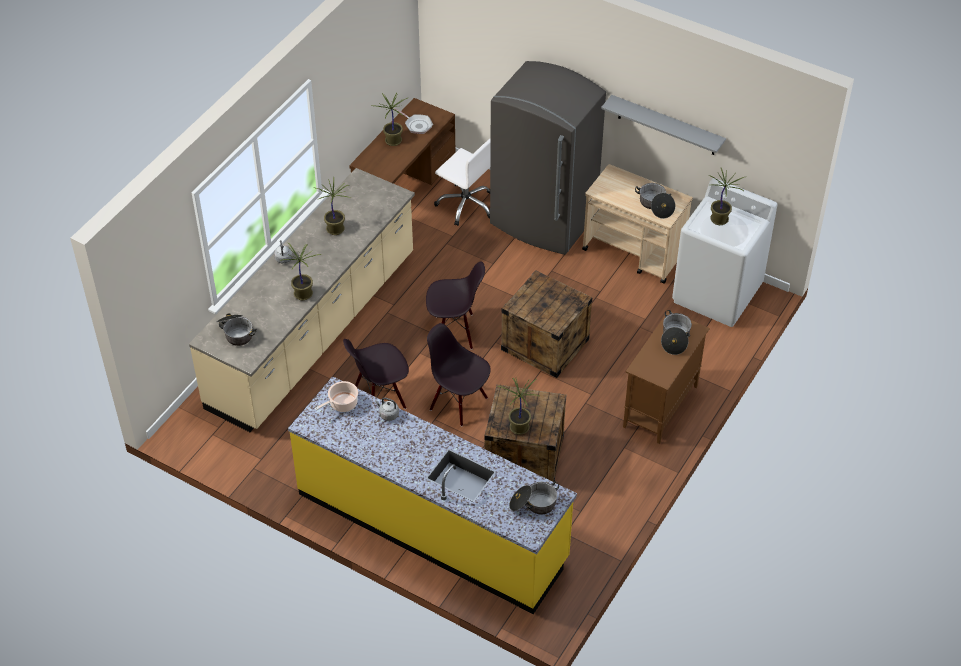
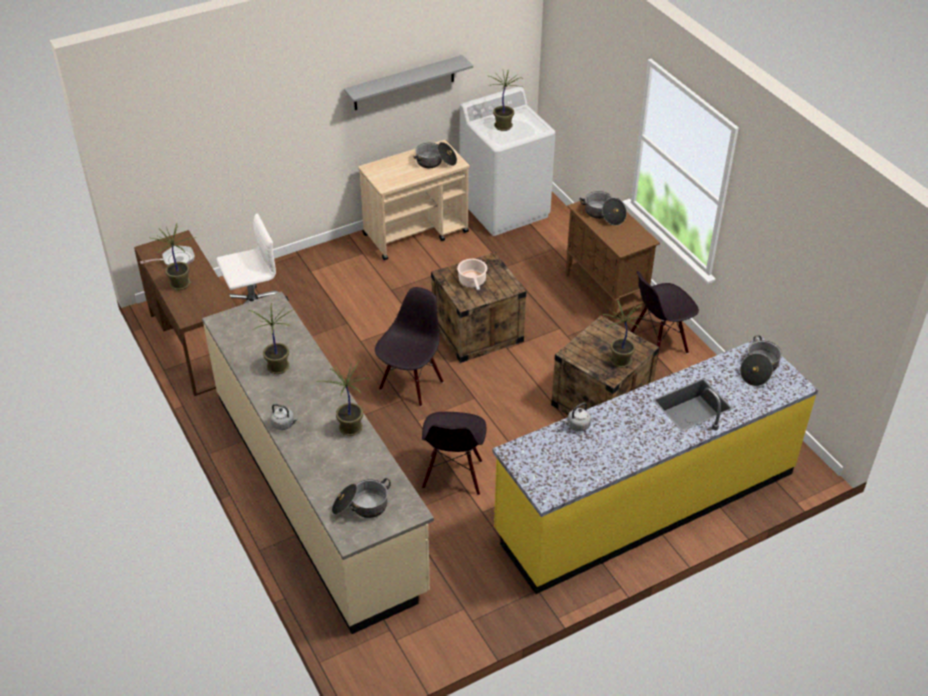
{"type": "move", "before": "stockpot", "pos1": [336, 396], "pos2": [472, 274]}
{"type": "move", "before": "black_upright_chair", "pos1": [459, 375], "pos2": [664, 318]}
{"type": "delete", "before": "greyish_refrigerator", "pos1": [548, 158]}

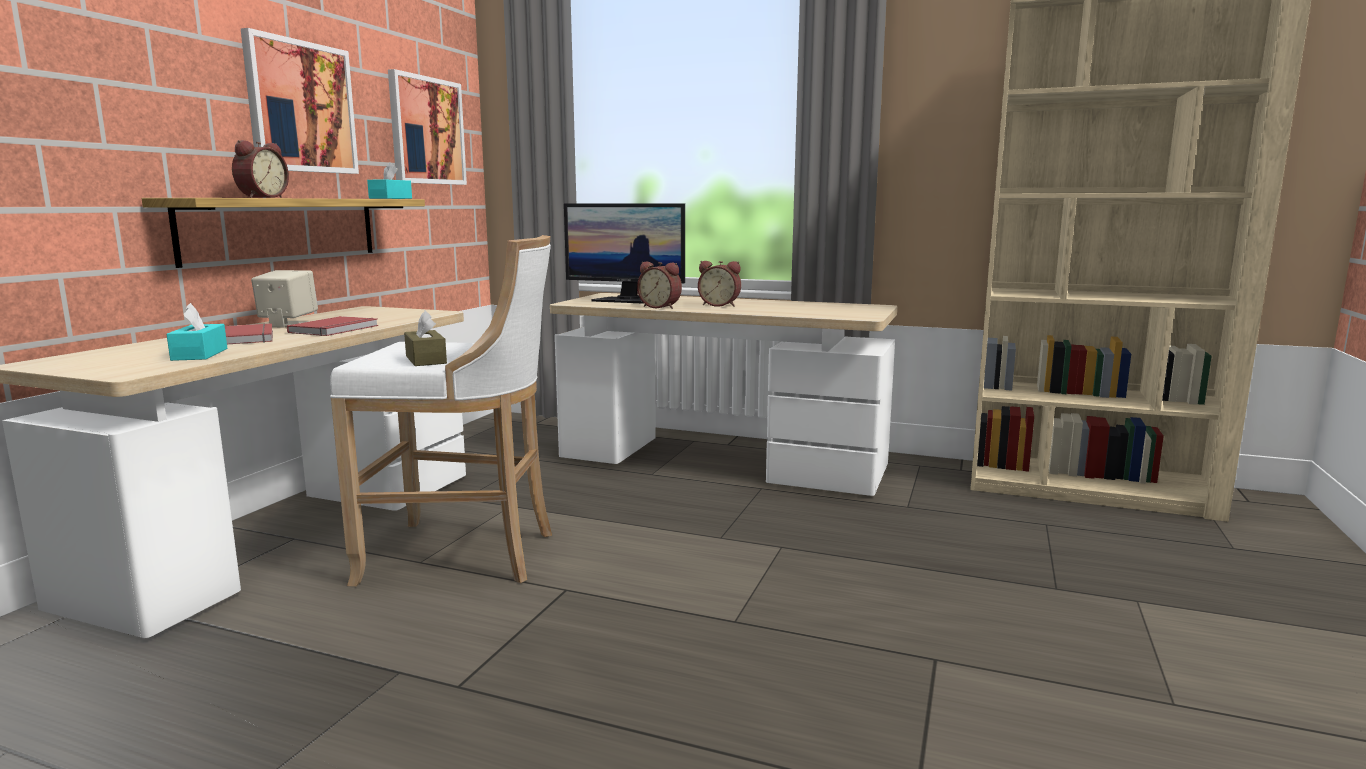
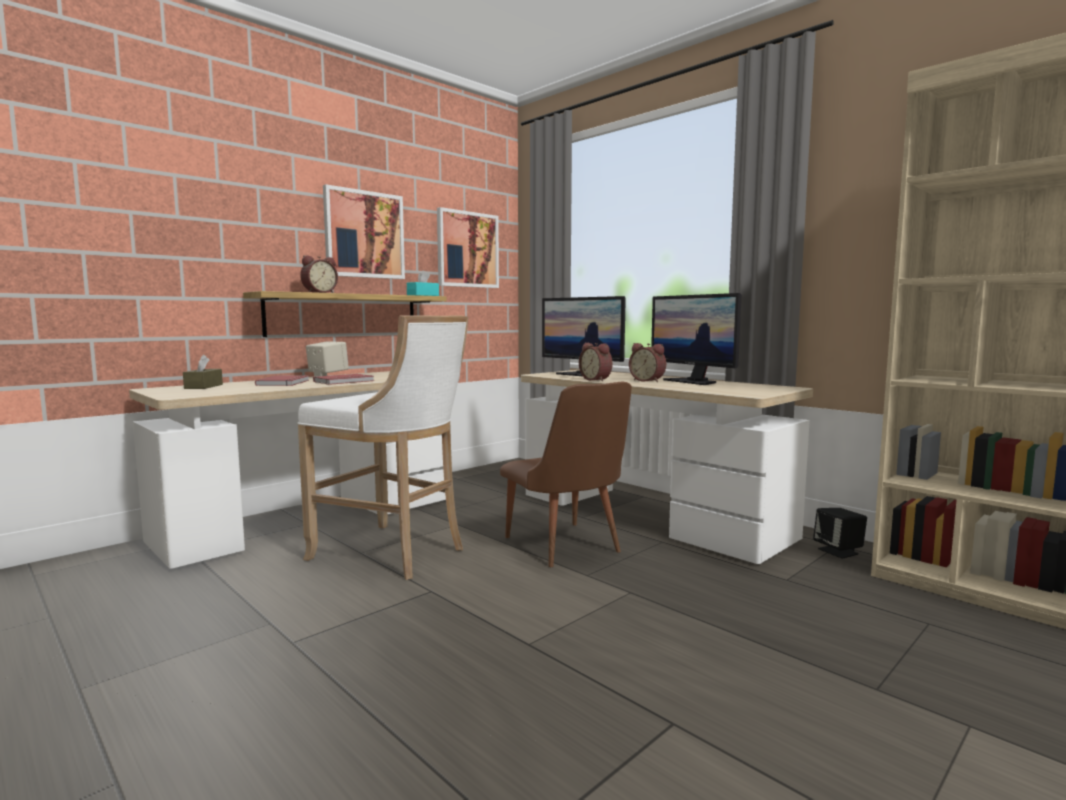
{"type": "delete", "before": "blue-green_tissue_holder", "pos1": [196, 332]}
{"type": "move", "before": "brown-coloured_tissue_holder", "pos1": [425, 338], "pos2": [203, 372]}
{"type": "insert", "after": "brown-coloured_upright_chair", "pos2": [566, 474]}
{"type": "insert", "after": "monitor", "pos2": [696, 339]}
{"type": "insert", "after": "black_loudspeaker", "pos2": [840, 533]}

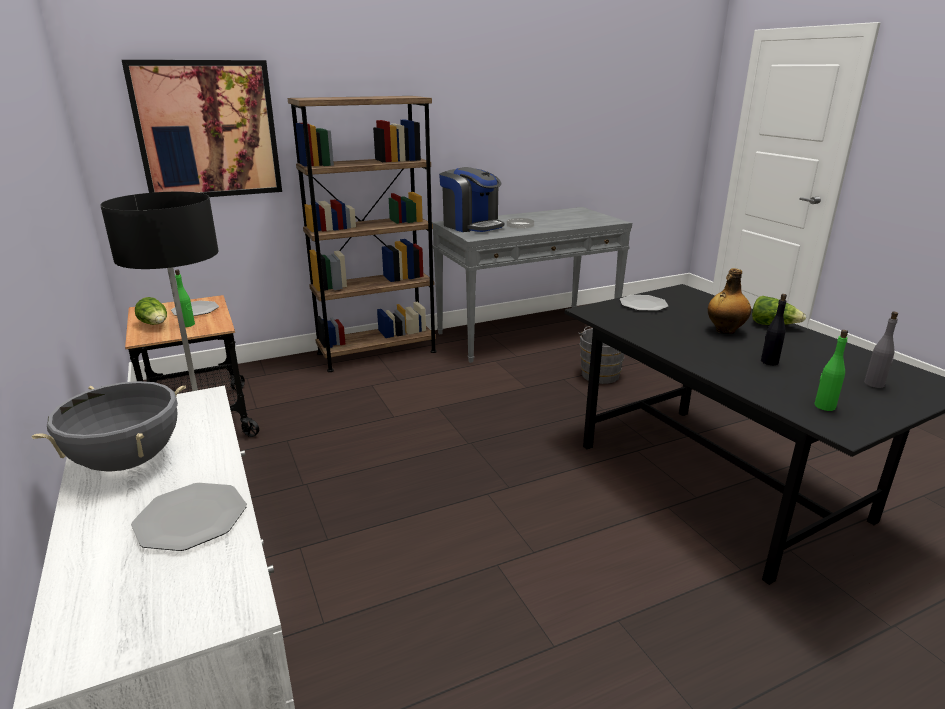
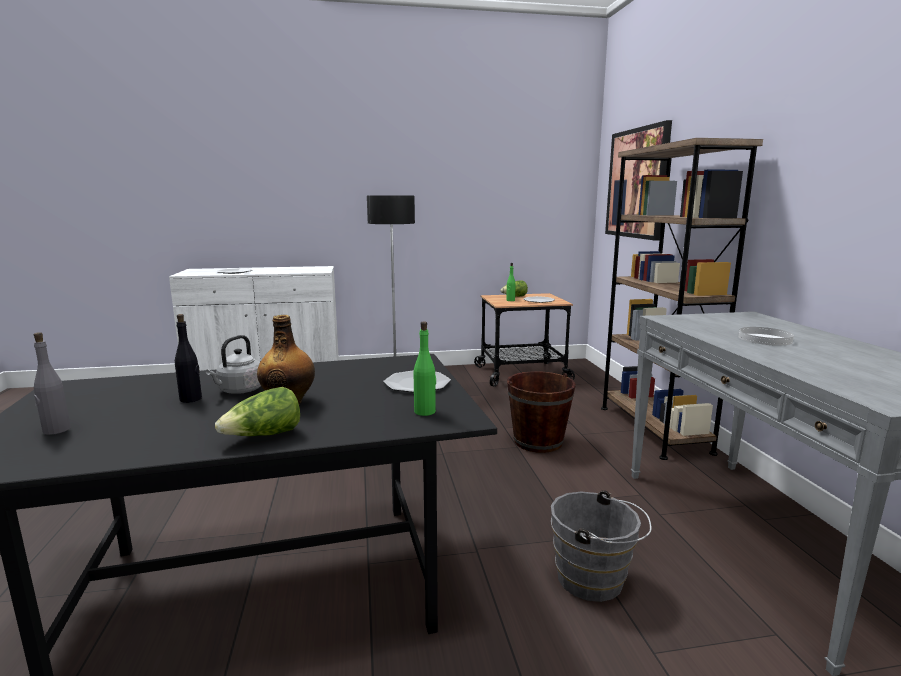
{"type": "delete", "before": "greyish_stockpot", "pos1": [108, 426]}
{"type": "delete", "before": "coffee_maker", "pos1": [471, 199]}
{"type": "move", "before": "greenish_beverage_bottle", "pos1": [831, 370], "pos2": [425, 368]}
{"type": "insert", "after": "greyish_kettle", "pos2": [233, 364]}
{"type": "insert", "after": "brown-coloured_water_bucket", "pos2": [541, 412]}

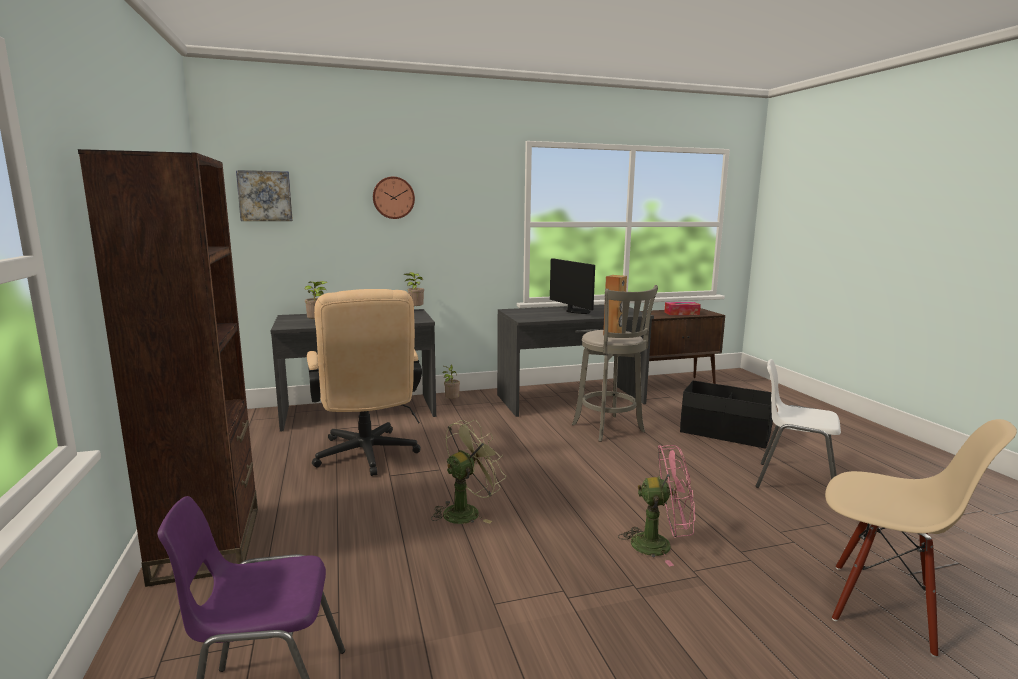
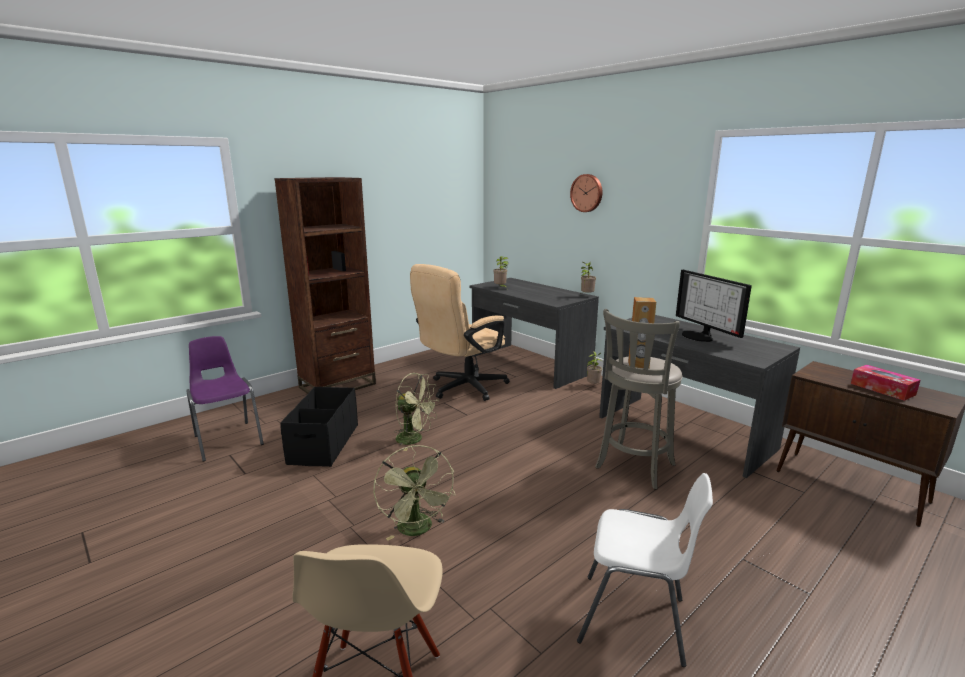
{"type": "delete", "before": "wall_art", "pos1": [264, 195]}
{"type": "rotate", "before": "monitor", "pos1": [572, 286], "pos2": [714, 306], "turn": 120}
{"type": "recolor", "before": "pinkish_electric_fan", "after": "greenish_electric_fan", "pos1": [656, 506], "pos2": [414, 492]}
{"type": "move", "before": "black_storage_box", "pos1": [726, 415], "pos2": [319, 427]}
{"type": "rotate", "before": "whitish_upright_chair", "pos1": [798, 423], "pos2": [645, 570], "turn": 105}

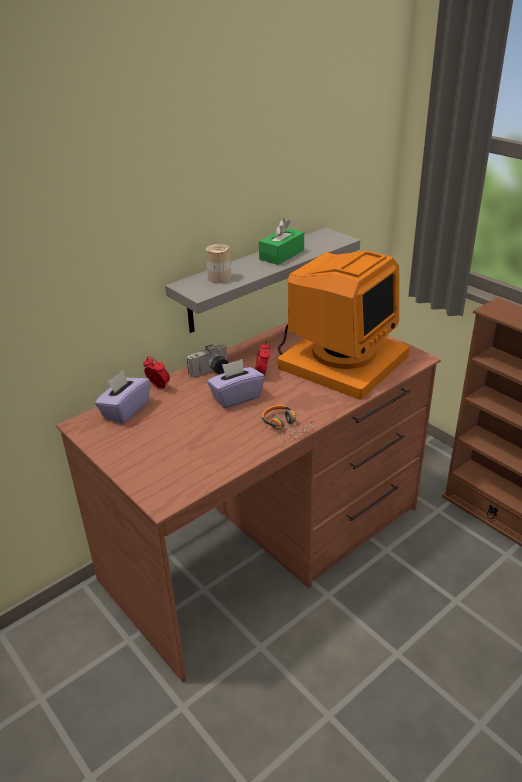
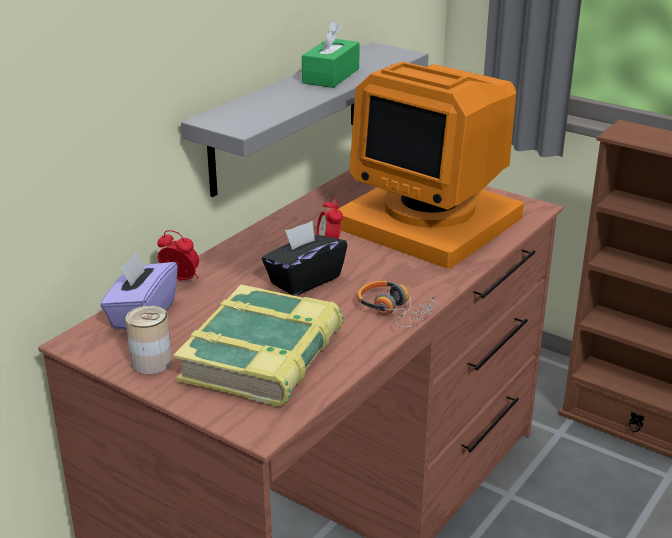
{"type": "delete", "before": "photo_camera", "pos1": [208, 360]}
{"type": "move", "before": "sealed_can", "pos1": [218, 263], "pos2": [148, 340]}
{"type": "recolor", "before": "purplish_tissue_holder", "after": "black_tissue_holder", "pos1": [236, 383], "pos2": [304, 258]}
{"type": "rotate", "before": "monitor", "pos1": [343, 325], "pos2": [431, 165], "turn": 105}
{"type": "insert", "after": "volume", "pos2": [259, 346]}

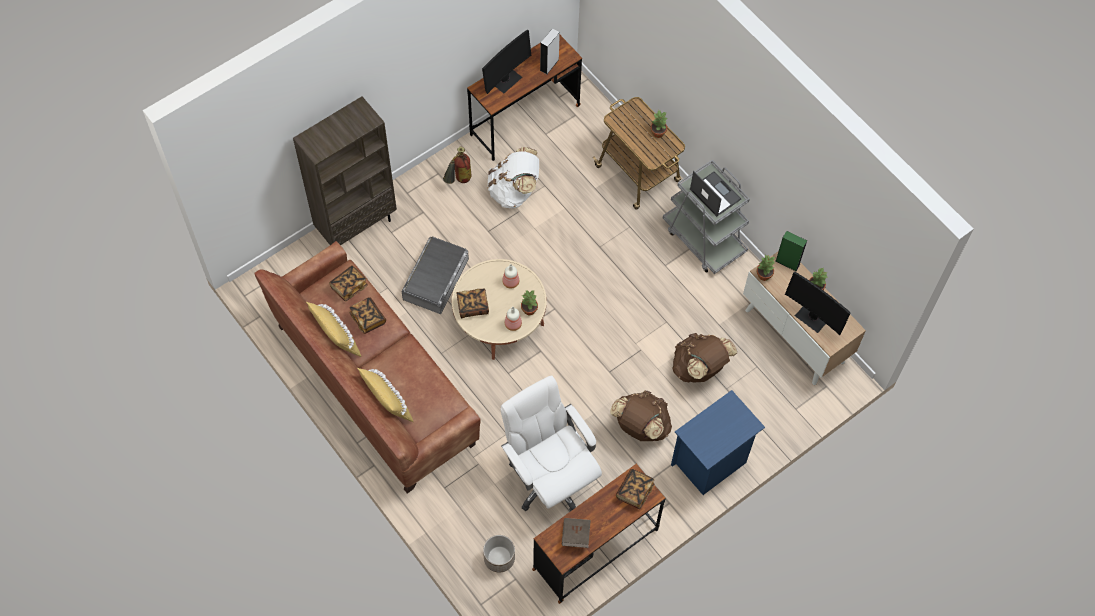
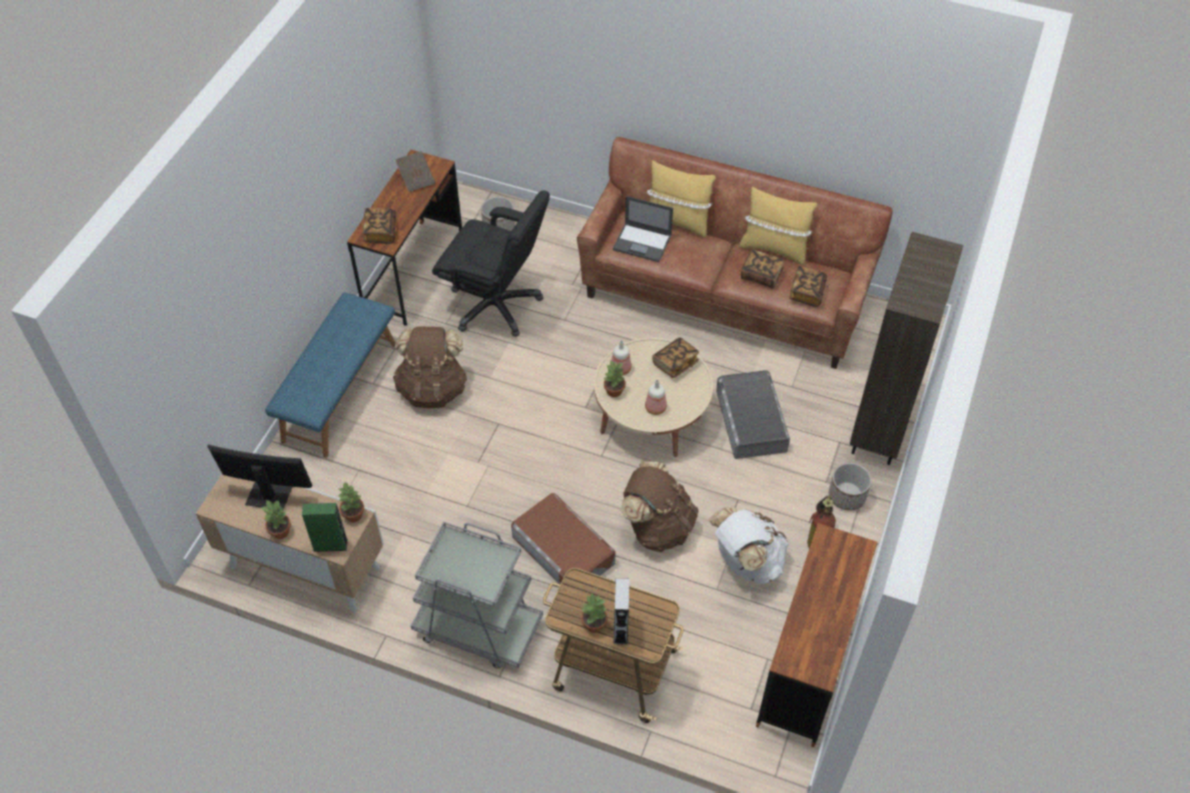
{"type": "delete", "before": "monitor", "pos1": [506, 62]}
{"type": "recolor", "before": "whitish_desk_chair", "after": "black_desk_chair", "pos1": [551, 443], "pos2": [491, 263]}
{"type": "move", "before": "greyish_loudspeaker", "pos1": [550, 51], "pos2": [621, 611]}
{"type": "replace", "before": "blue_nightstand", "after": "blue_long_seat", "pos1": [718, 442], "pos2": [330, 375]}
{"type": "move", "before": "brown-coloured_backpack", "pos1": [704, 357], "pos2": [660, 506]}
{"type": "move", "before": "portable_computer", "pos1": [715, 194], "pos2": [643, 229]}
{"type": "insert", "after": "brown-coloured_storage_box", "pos2": [563, 541]}
{"type": "insert", "after": "planter", "pos2": [850, 487]}

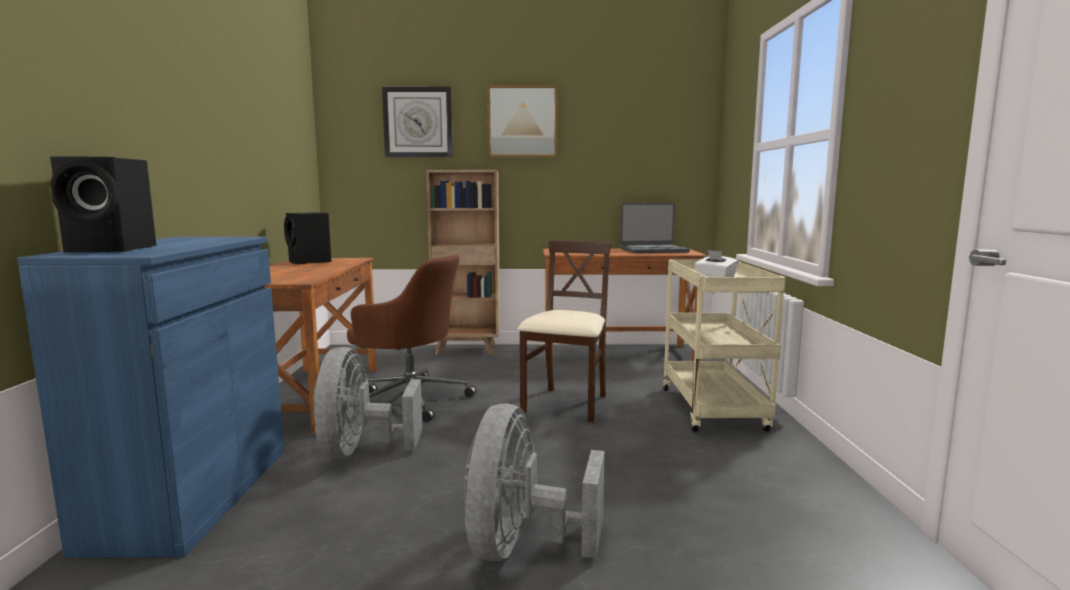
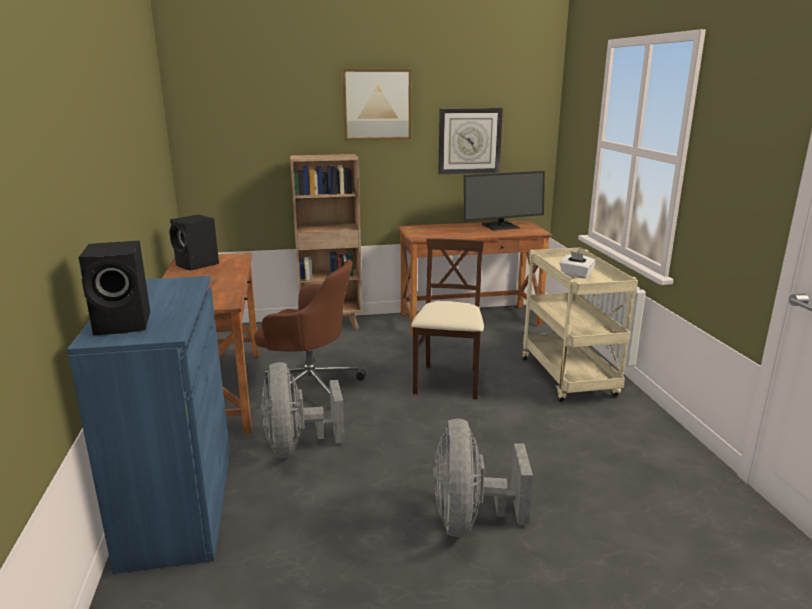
{"type": "move", "before": "clock_on_the_wall", "pos1": [417, 122], "pos2": [470, 141]}
{"type": "replace", "before": "portable_computer", "after": "monitor", "pos1": [655, 228], "pos2": [504, 201]}

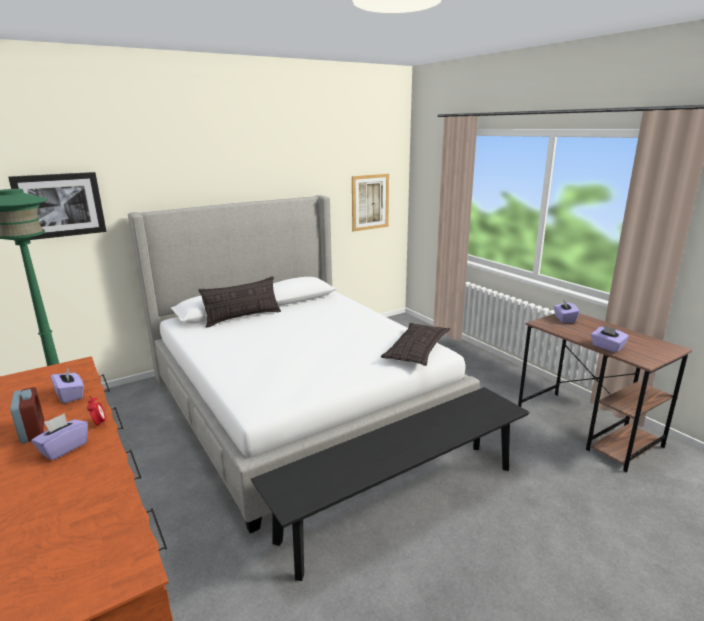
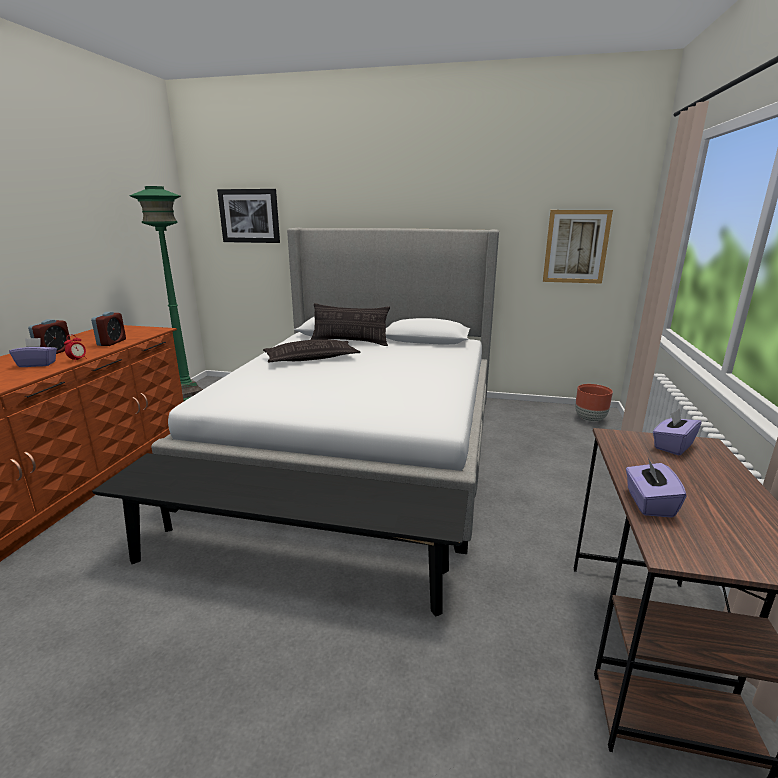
{"type": "replace", "before": "purplish_tissue_holder", "after": "alarm_clock", "pos1": [67, 386], "pos2": [108, 329]}
{"type": "move", "before": "cushion", "pos1": [415, 344], "pos2": [312, 351]}
{"type": "insert", "after": "brown-coloured_planter", "pos2": [594, 403]}

